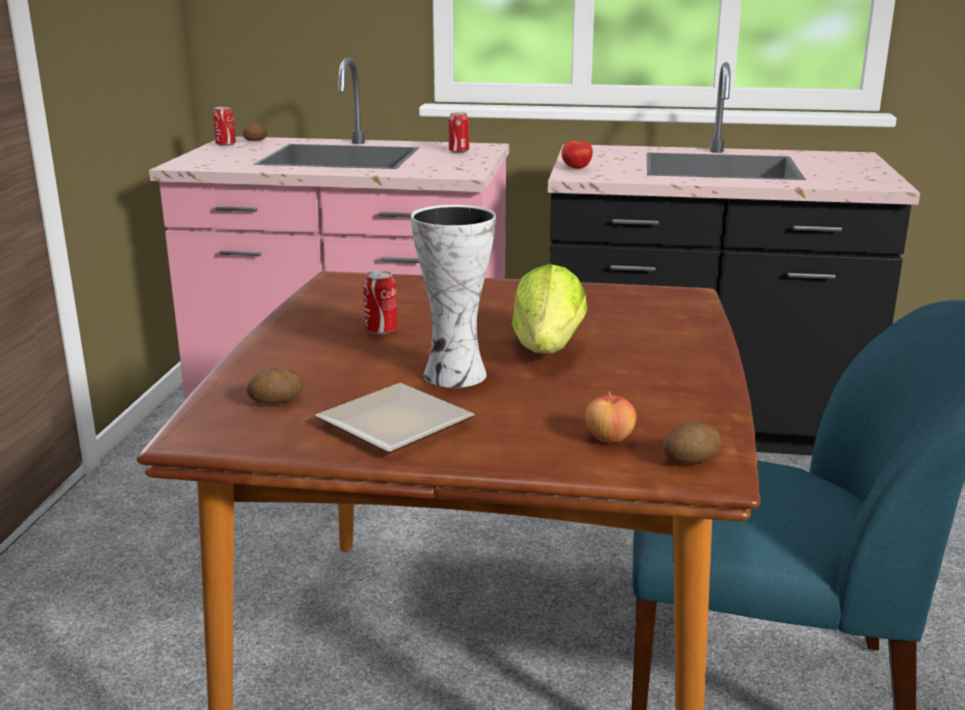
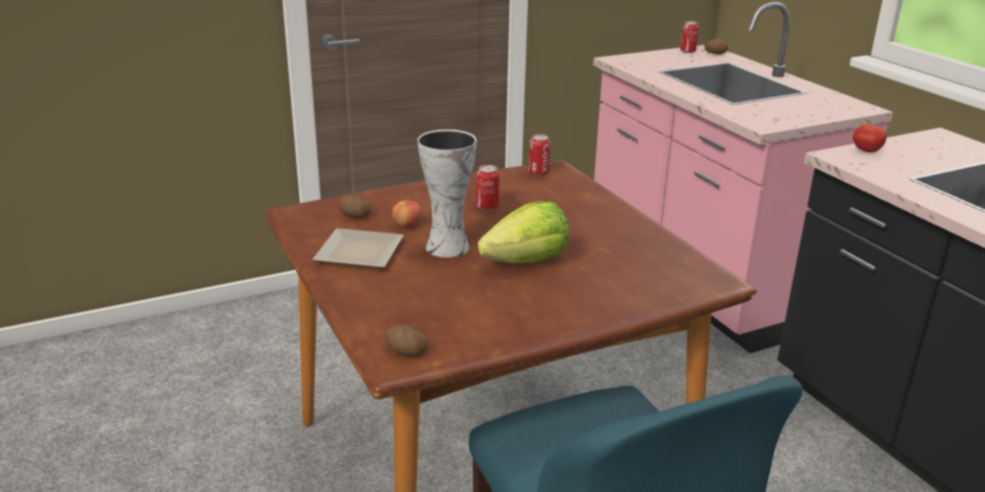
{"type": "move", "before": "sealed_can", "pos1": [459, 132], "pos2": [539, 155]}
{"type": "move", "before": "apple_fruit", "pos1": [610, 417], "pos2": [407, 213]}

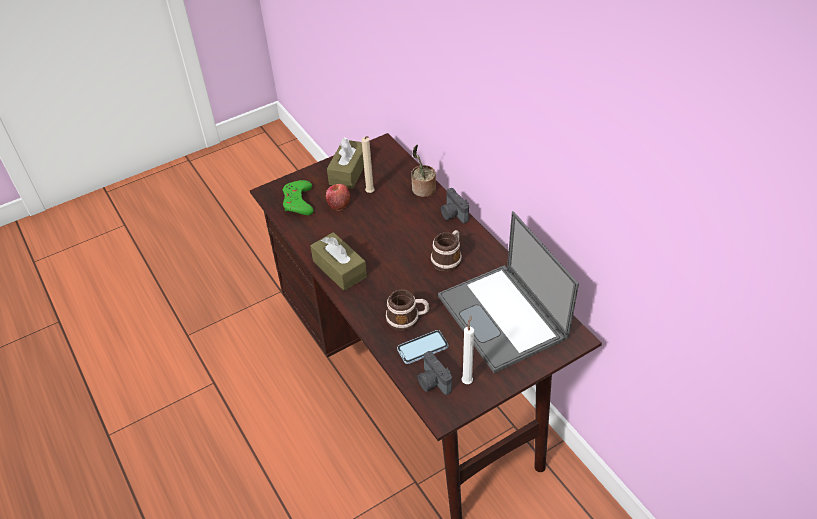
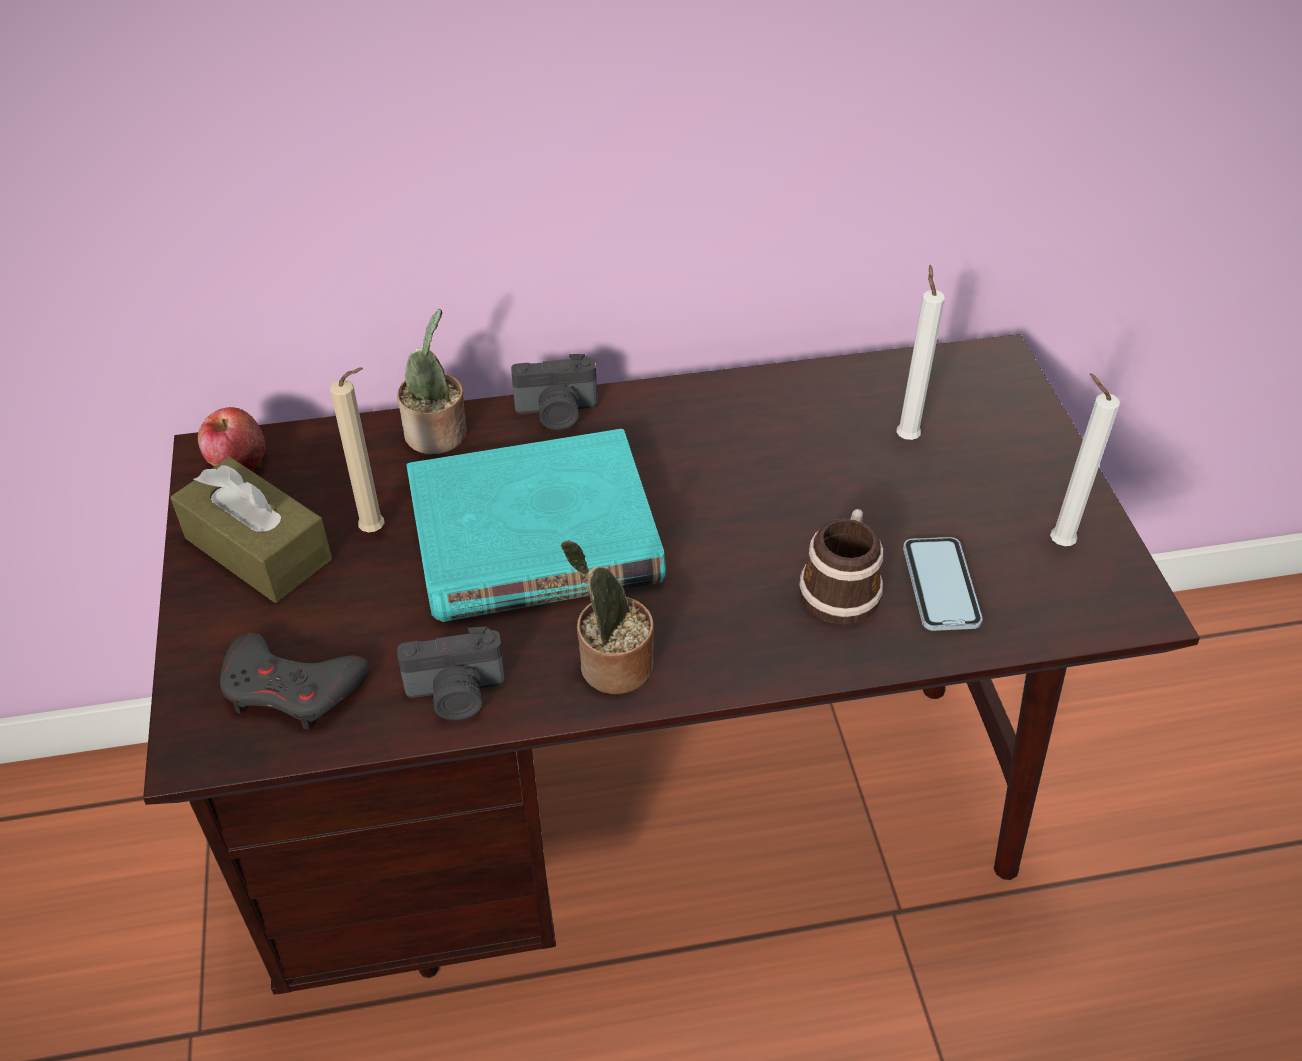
{"type": "recolor", "before": "greenish_joypad", "after": "greyish_joypad", "pos1": [298, 197], "pos2": [294, 681]}
{"type": "replace", "before": "brown-coloured_tissue_holder", "after": "potted_plant", "pos1": [338, 261], "pos2": [607, 617]}
{"type": "move", "before": "apple_fruit", "pos1": [338, 197], "pos2": [232, 439]}
{"type": "move", "before": "photo_camera", "pos1": [434, 373], "pos2": [451, 673]}
{"type": "delete", "before": "tea_mug", "pos1": [446, 250]}
{"type": "replace", "before": "portable_computer", "after": "whitish_candle", "pos1": [508, 292], "pos2": [920, 352]}
{"type": "insert", "after": "blue-green_volume", "pos2": [536, 525]}

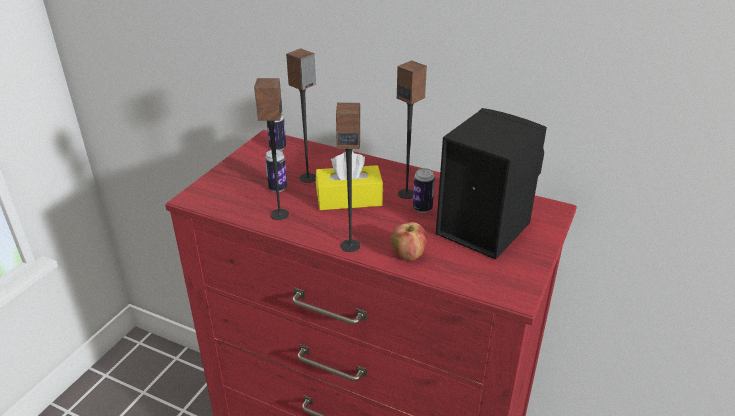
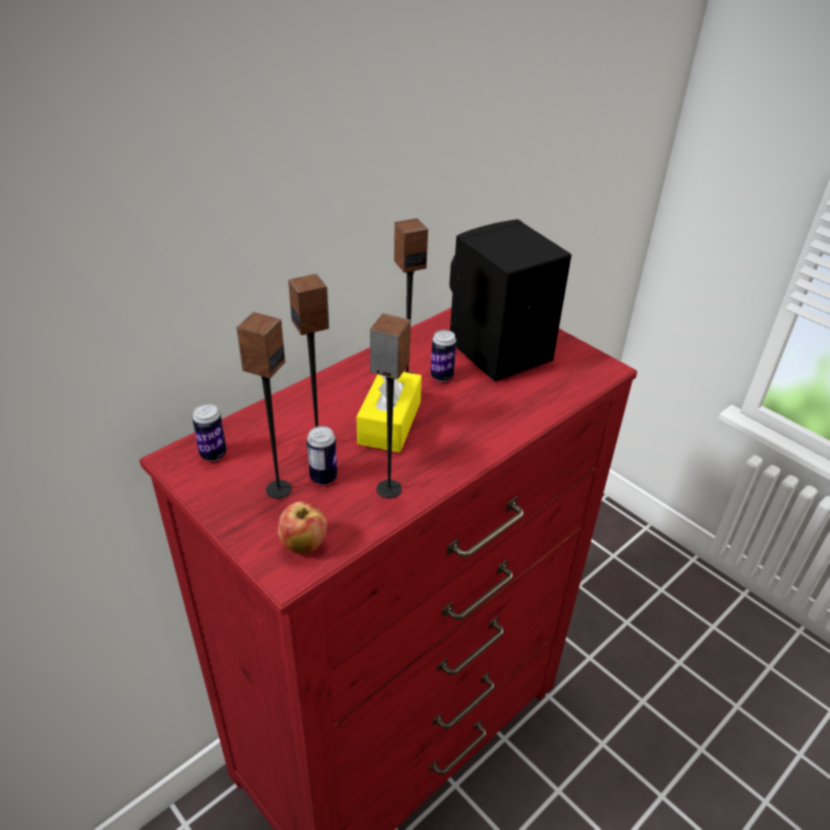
{"type": "move", "before": "loudspeaker", "pos1": [348, 177], "pos2": [264, 405]}
{"type": "move", "before": "apple_fruit", "pos1": [409, 241], "pos2": [302, 527]}

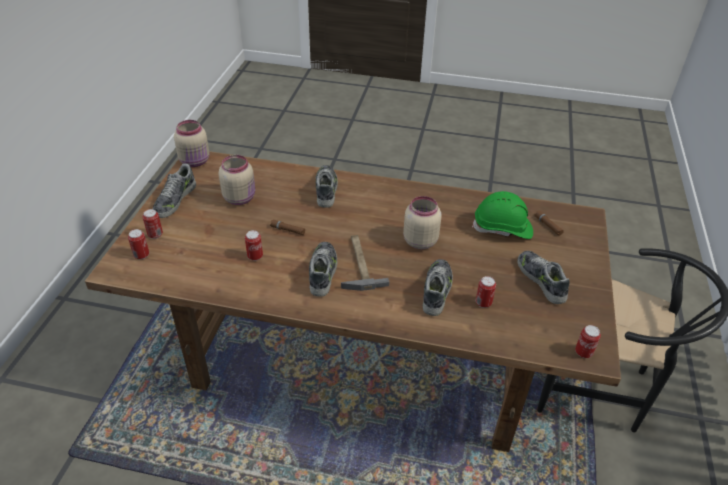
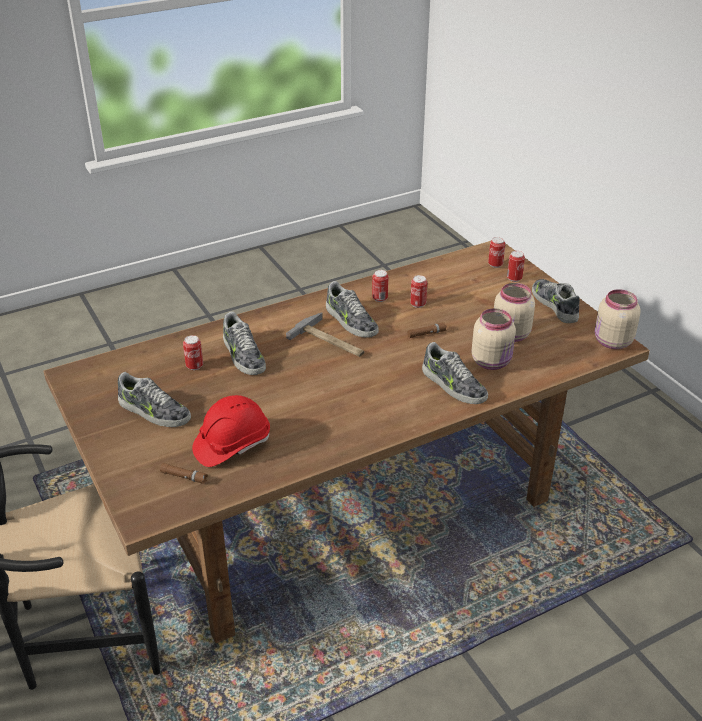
{"type": "move", "before": "sand-coloured_jar", "pos1": [422, 222], "pos2": [493, 339]}
{"type": "recolor", "before": "greenish_work_helmet", "after": "reddish_work_helmet", "pos1": [502, 215], "pos2": [231, 431]}
{"type": "move", "before": "sealed_can", "pos1": [588, 341], "pos2": [380, 286]}

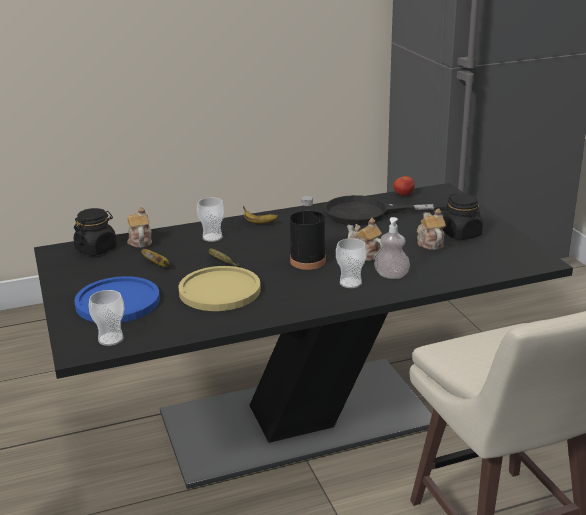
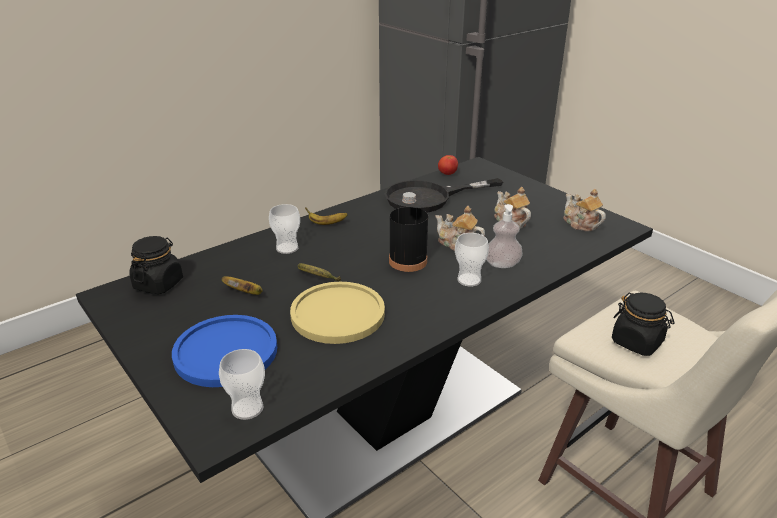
{"type": "move", "before": "teapot", "pos1": [139, 227], "pos2": [584, 210]}
{"type": "move", "before": "black_jar", "pos1": [463, 216], "pos2": [643, 324]}

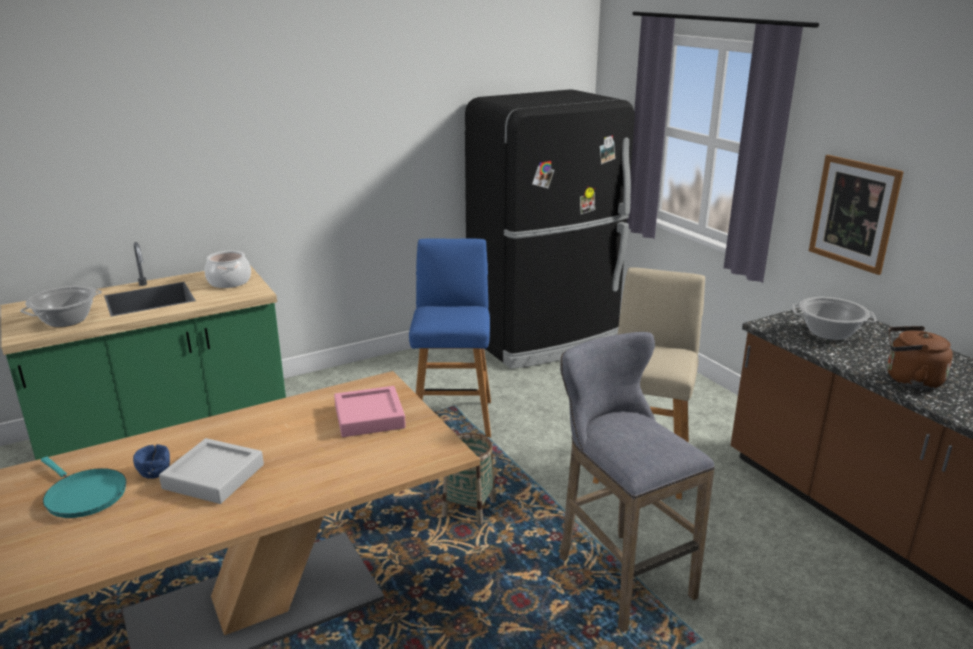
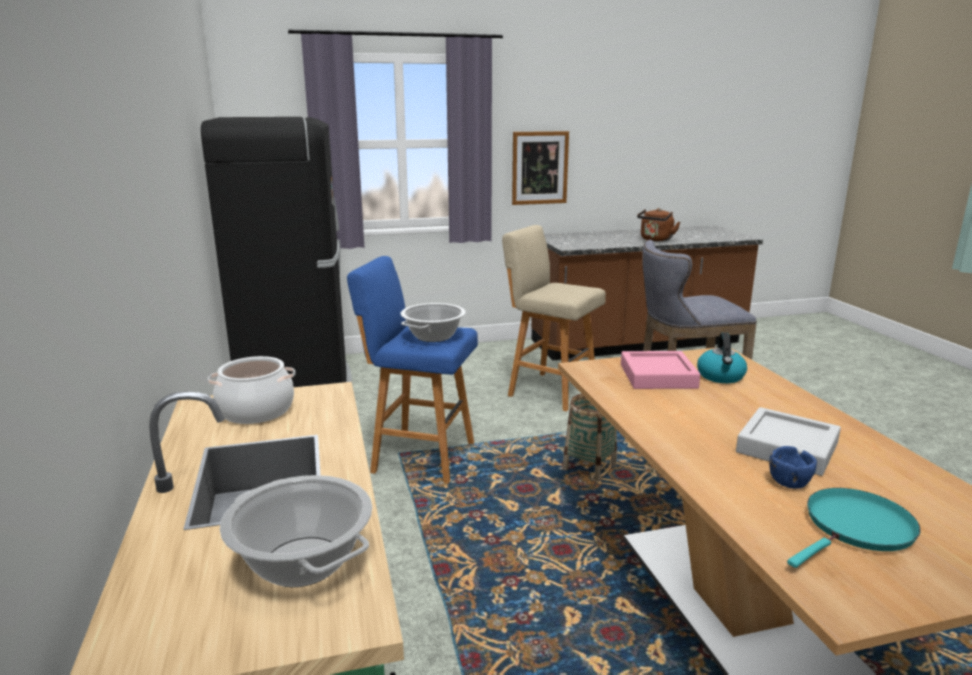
{"type": "move", "before": "stockpot", "pos1": [834, 318], "pos2": [433, 322]}
{"type": "insert", "after": "kettle", "pos2": [722, 357]}

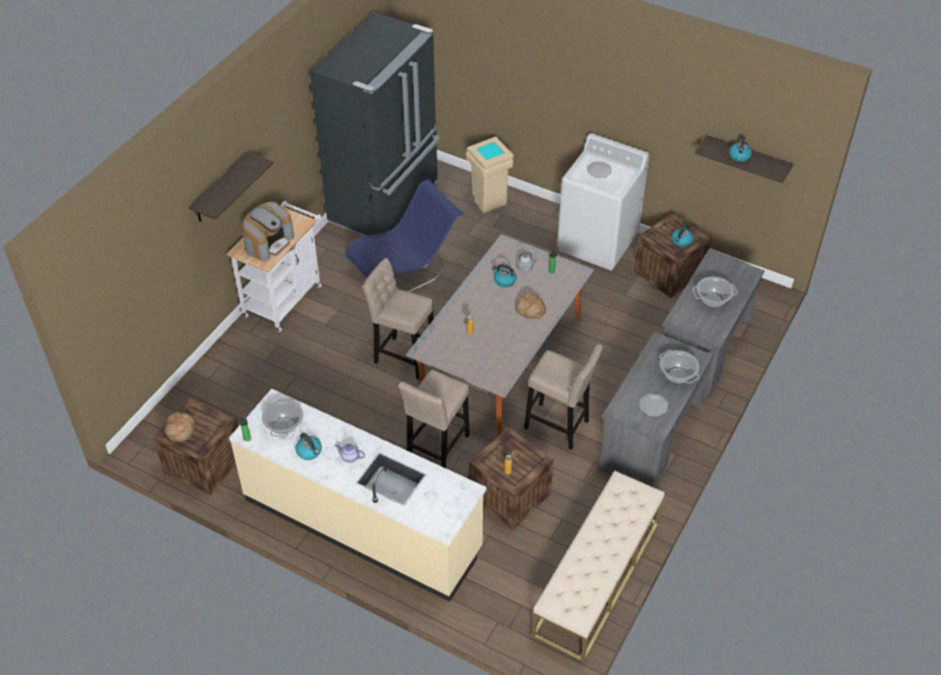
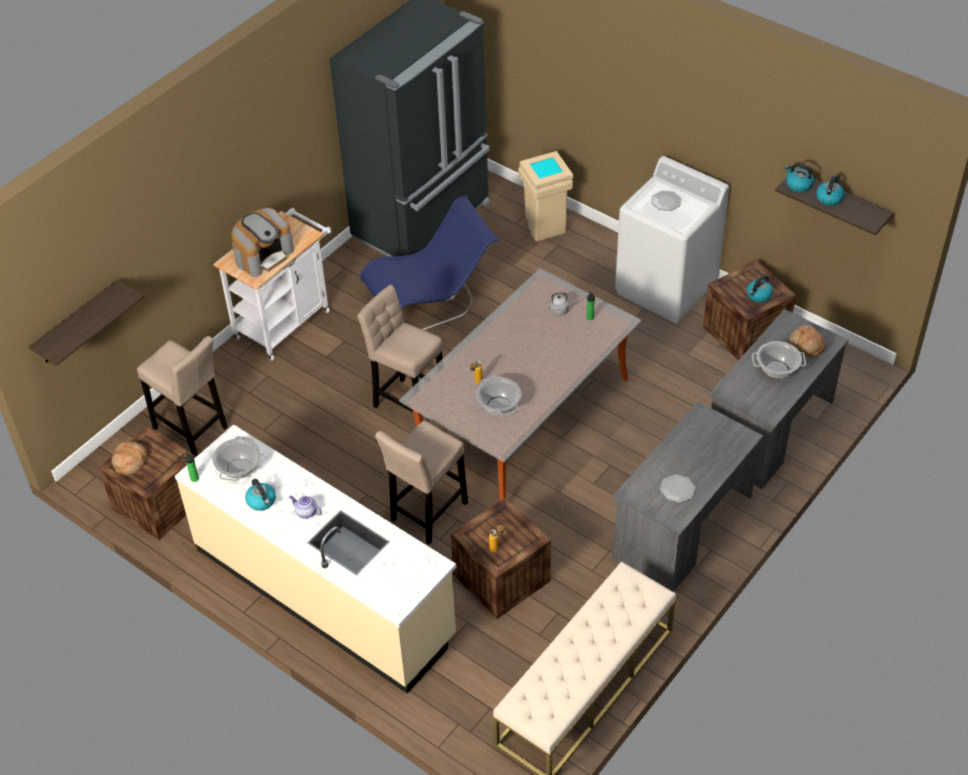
{"type": "move", "before": "bracket_shelf", "pos1": [231, 187], "pos2": [86, 323]}
{"type": "move", "before": "kettle", "pos1": [504, 275], "pos2": [799, 177]}
{"type": "move", "before": "baked_bread", "pos1": [530, 306], "pos2": [807, 340]}
{"type": "move", "before": "sand-coloured_sitting_stool", "pos1": [563, 397], "pos2": [182, 396]}
{"type": "move", "before": "stockpot", "pos1": [679, 367], "pos2": [498, 396]}

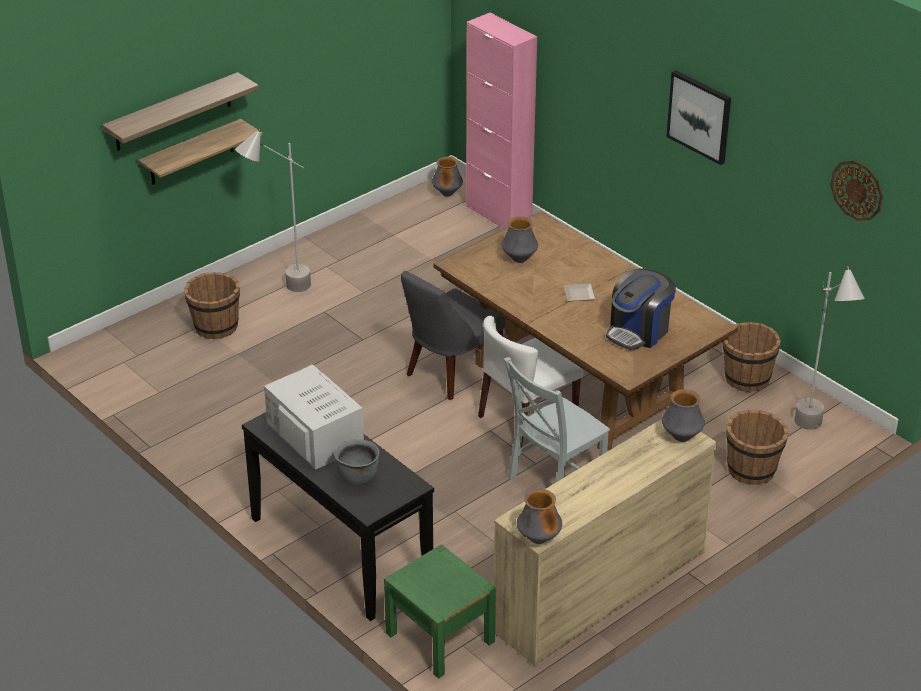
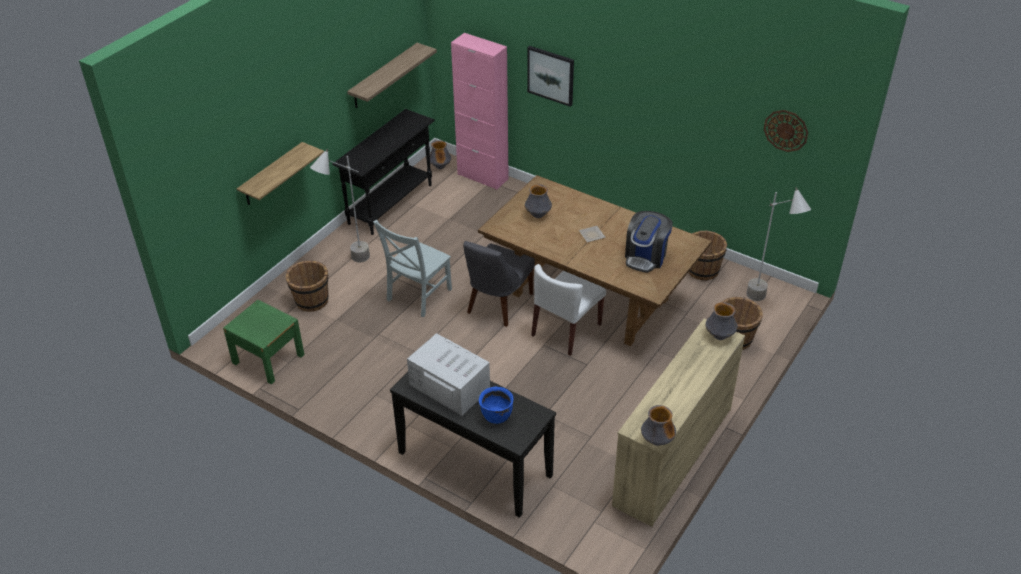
{"type": "move", "before": "bracket_shelf", "pos1": [180, 111], "pos2": [392, 75]}
{"type": "recolor", "before": "greyish_stockpot", "after": "blue_stockpot", "pos1": [356, 462], "pos2": [496, 405]}
{"type": "move", "before": "greenish_nightstand", "pos1": [440, 611], "pos2": [264, 342]}
{"type": "move", "before": "greyish_upright_chair", "pos1": [557, 419], "pos2": [412, 268]}
{"type": "move", "before": "wall_art", "pos1": [698, 117], "pos2": [550, 76]}
{"type": "insert", "after": "black_narrow_table", "pos2": [383, 172]}

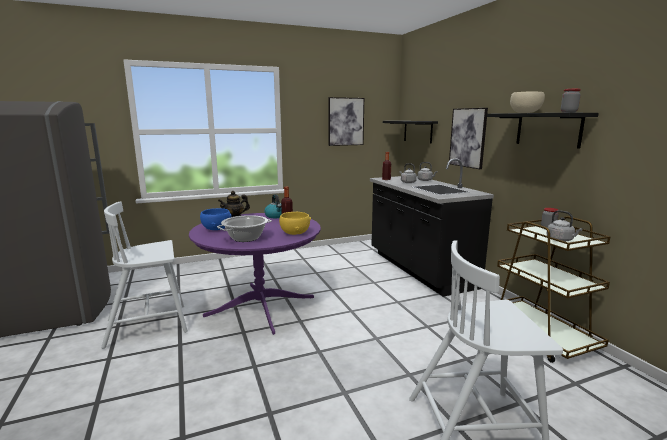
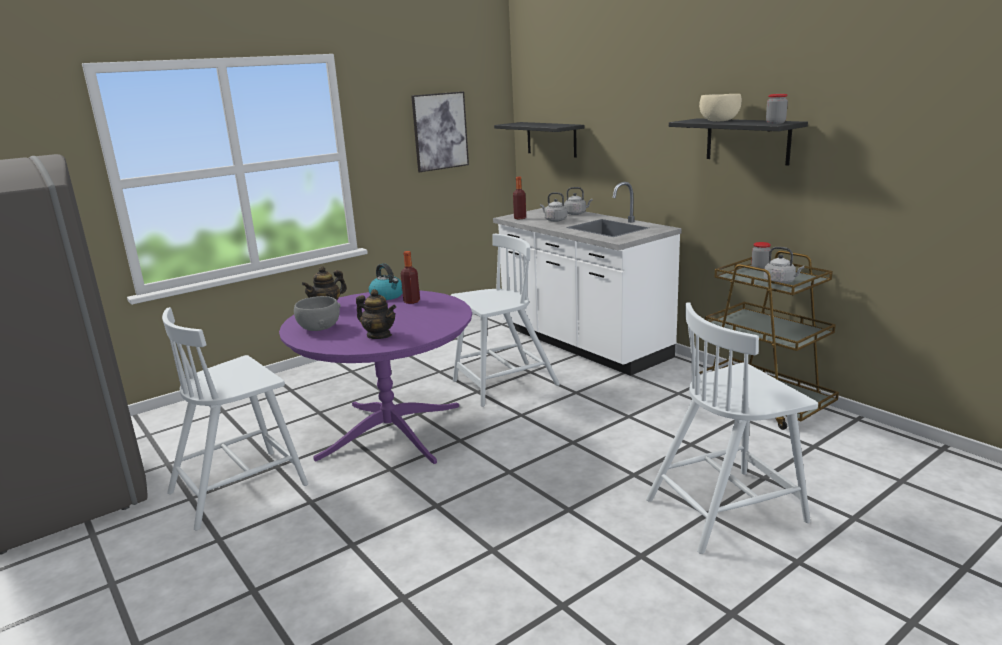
{"type": "recolor", "before": "blue_bowl", "after": "greyish_bowl", "pos1": [216, 219], "pos2": [317, 313]}
{"type": "replace", "before": "stockpot", "after": "teapot", "pos1": [244, 228], "pos2": [376, 314]}
{"type": "delete", "before": "yellowish_bowl", "pos1": [295, 223]}
{"type": "recolor", "before": "black_counter", "after": "whitish_counter", "pos1": [432, 228], "pos2": [587, 279]}
{"type": "delete", "before": "wall_art", "pos1": [468, 138]}
{"type": "insert", "after": "whitish_upright_chair", "pos2": [505, 320]}

